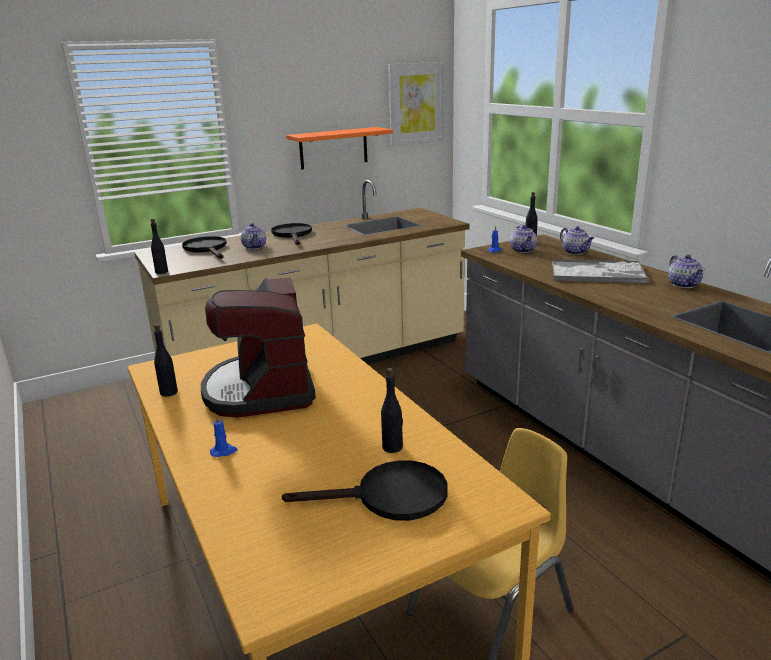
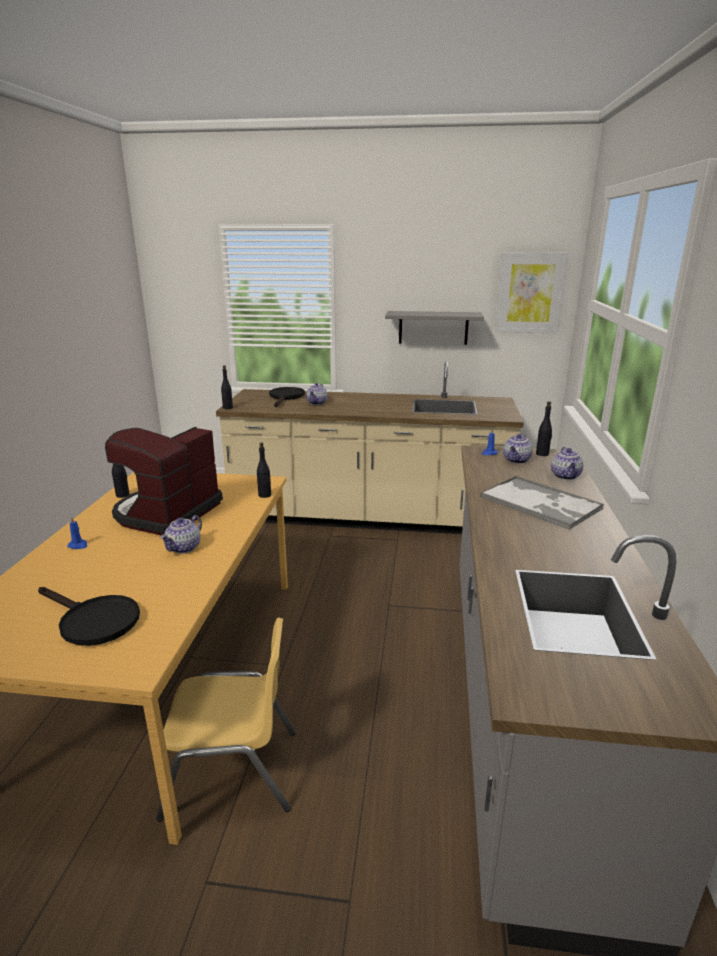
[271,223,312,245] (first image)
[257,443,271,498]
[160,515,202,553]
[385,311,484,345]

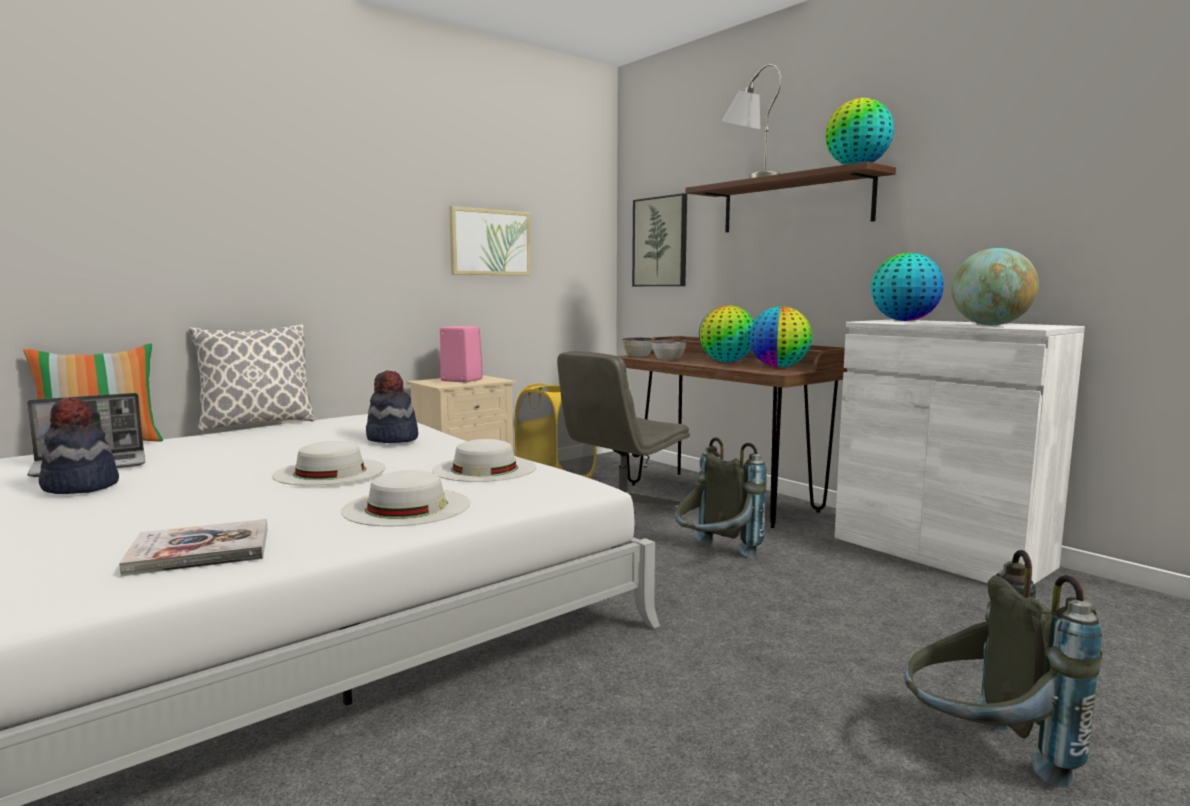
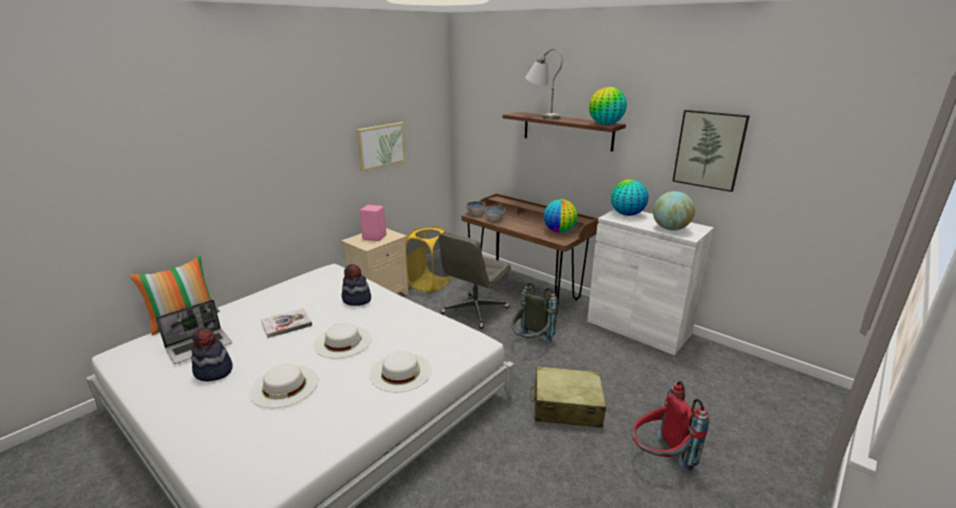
[189,324,315,433] (first image)
[699,305,754,362] (first image)
[530,366,606,428]
[261,308,312,338]
[249,364,318,408]
[673,110,750,192]
[632,381,709,472]

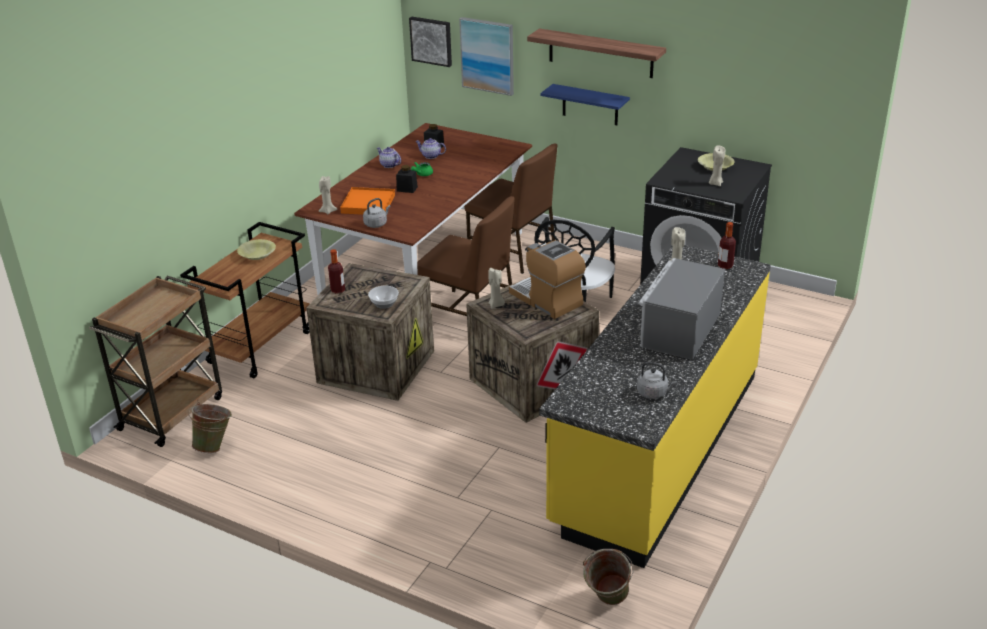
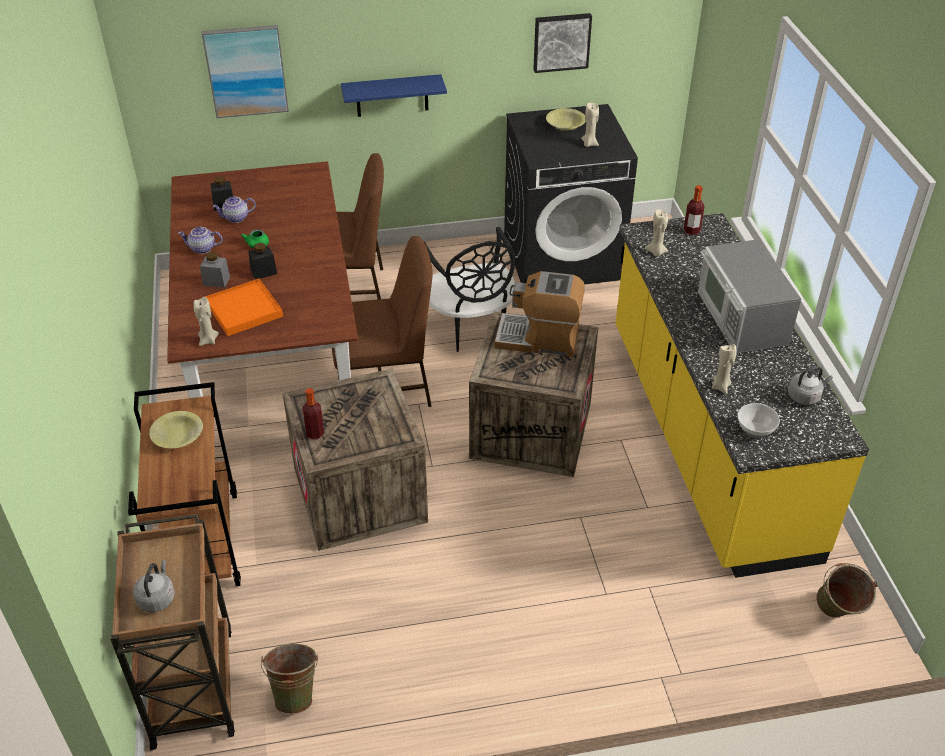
[527,28,666,78] (first image)
[200,252,230,288]
[133,560,175,612]
[737,403,780,438]
[533,13,592,73]
[712,344,737,394]

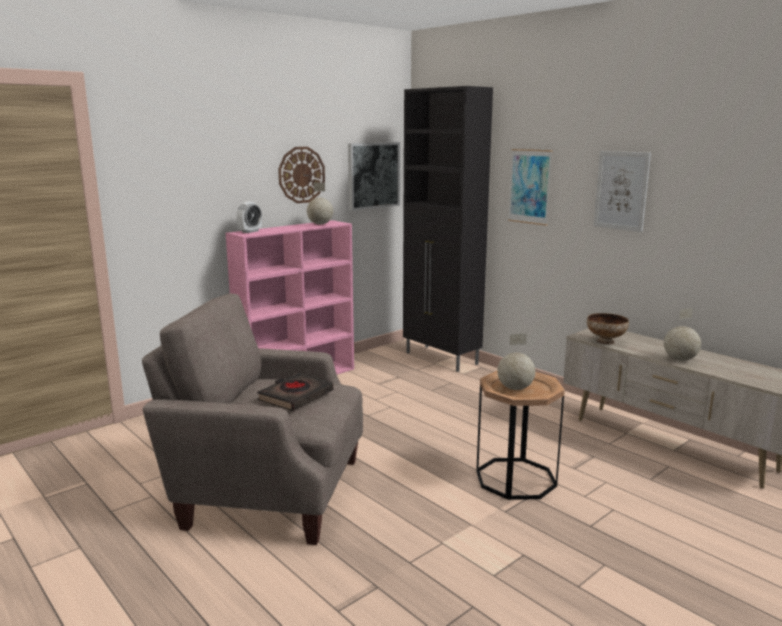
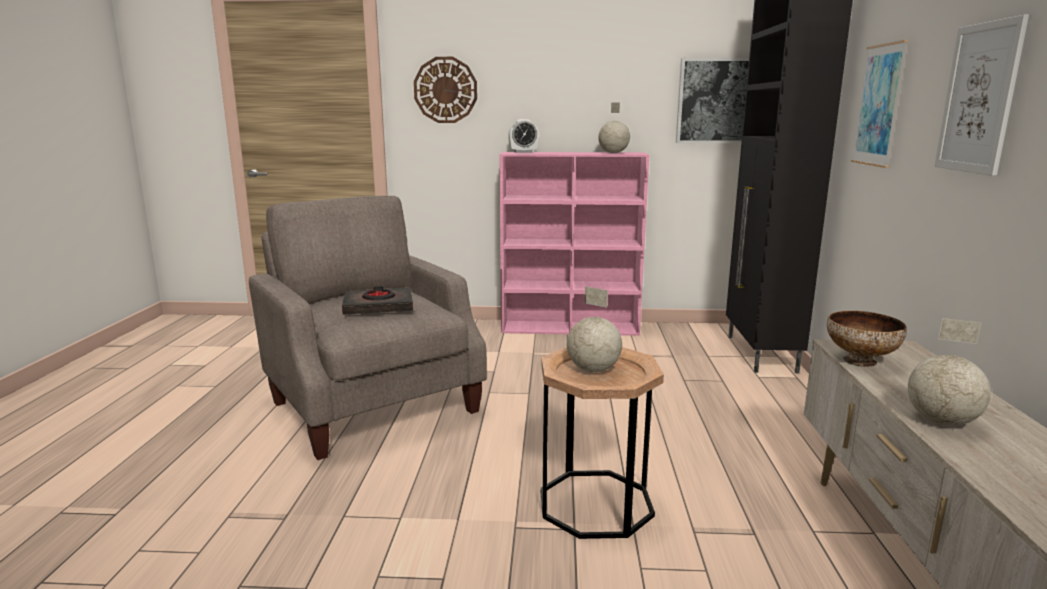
[414,57,477,123]

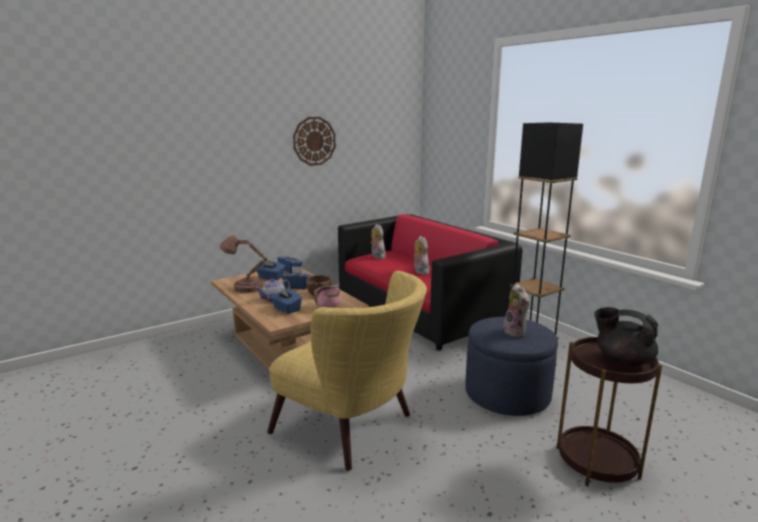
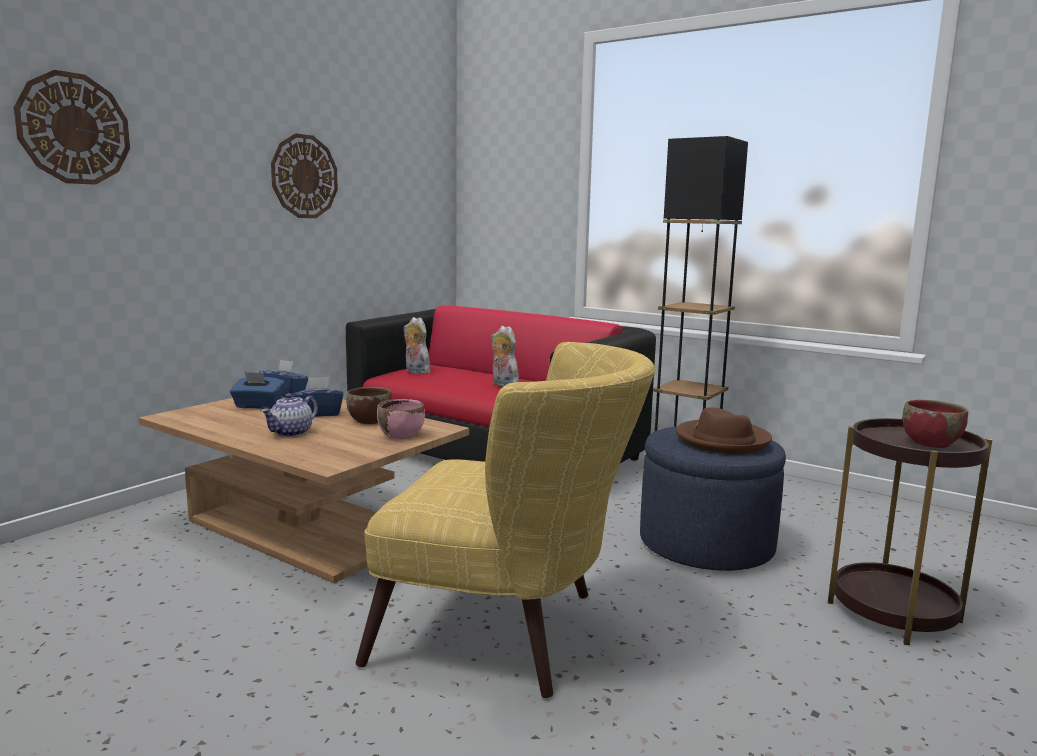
[220,235,267,293] (first image)
[271,288,302,314] (first image)
[14,70,130,185]
[676,407,772,454]
[902,400,968,448]

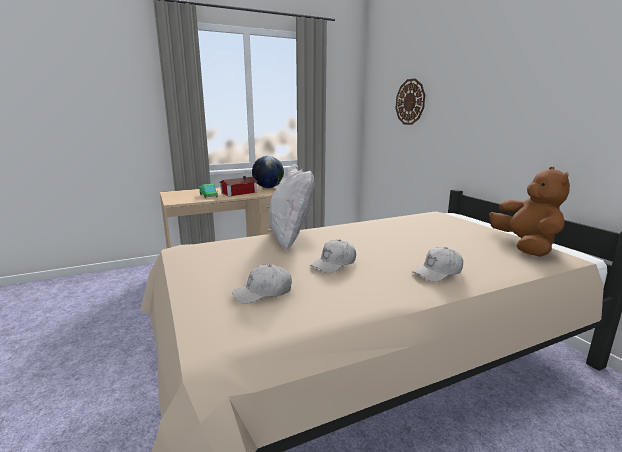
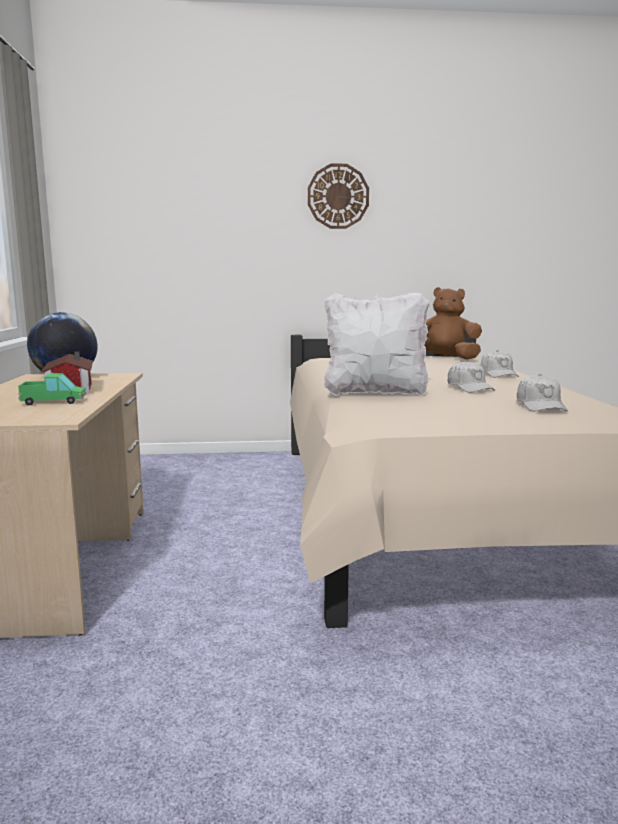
[308,163,369,229]

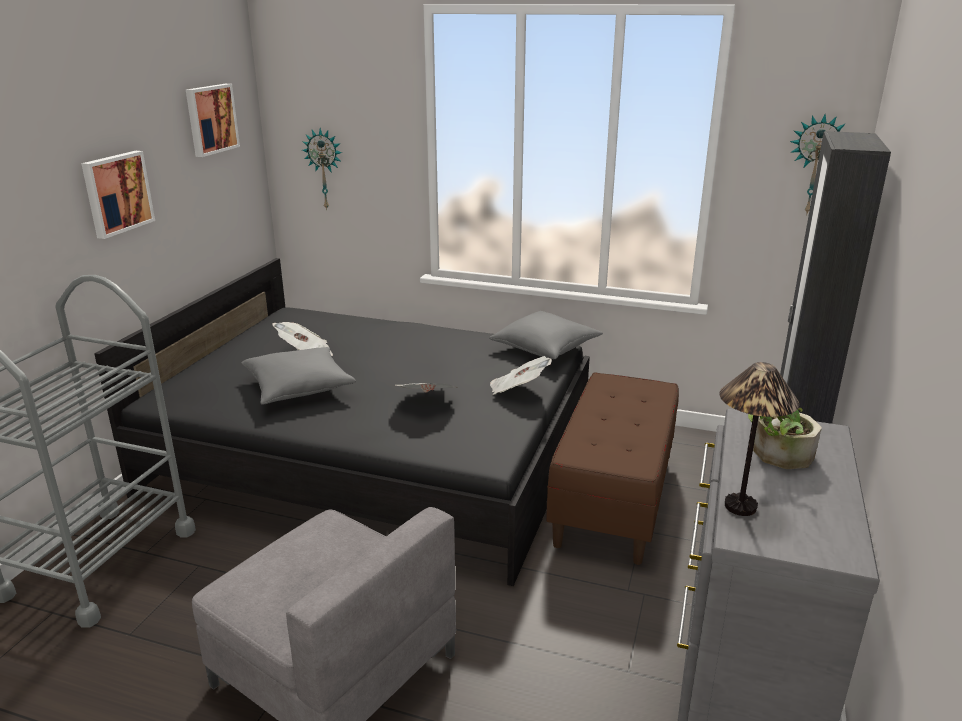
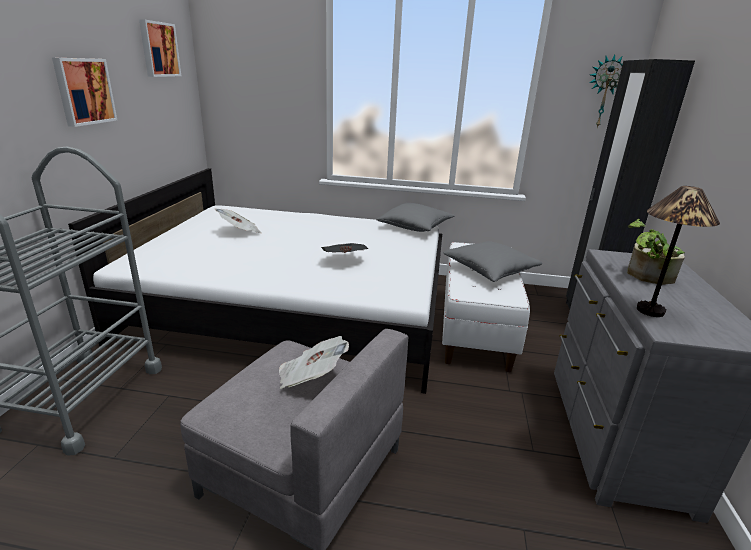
[302,128,342,211] (first image)
[443,241,542,282]
[279,336,349,389]
[68,168,442,394]
[442,242,530,372]

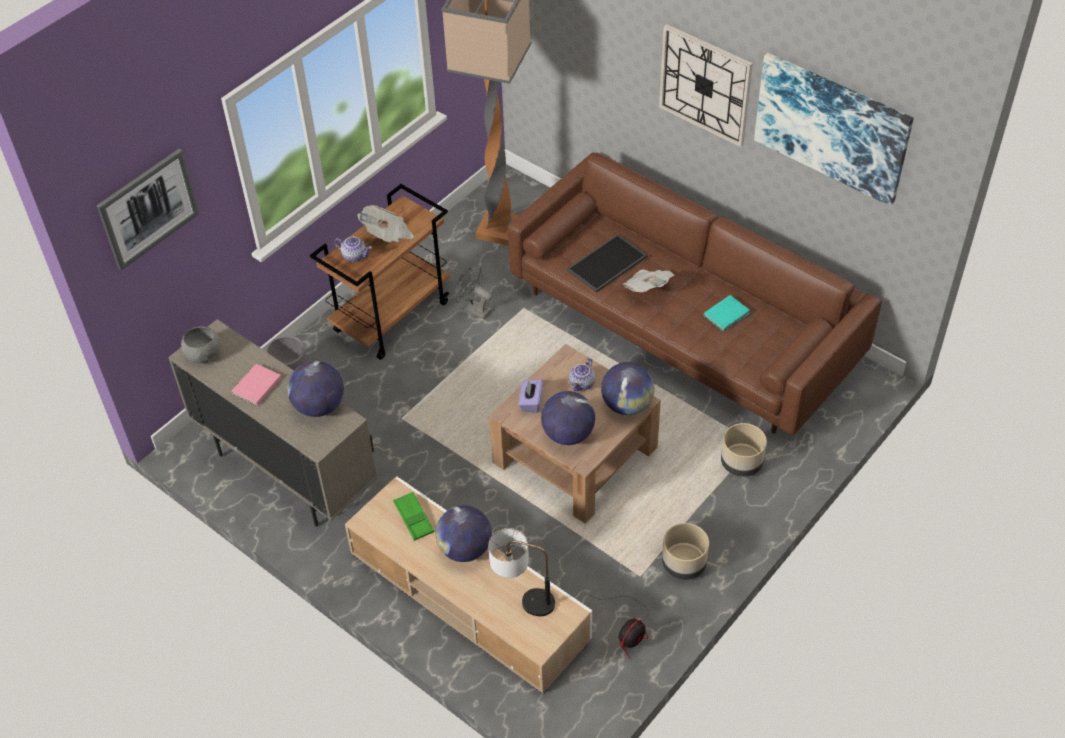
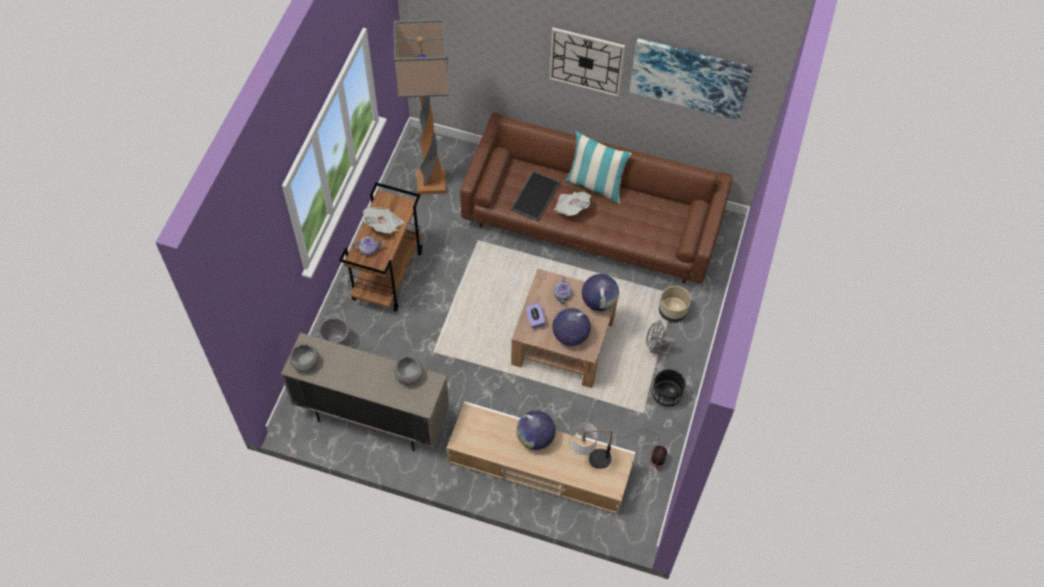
[96,149,199,270] (first image)
[231,364,282,406] (first image)
[393,492,434,541] (first image)
[704,295,750,332] (first image)
[566,131,632,204]
[646,320,677,356]
[394,357,423,386]
[652,369,685,407]

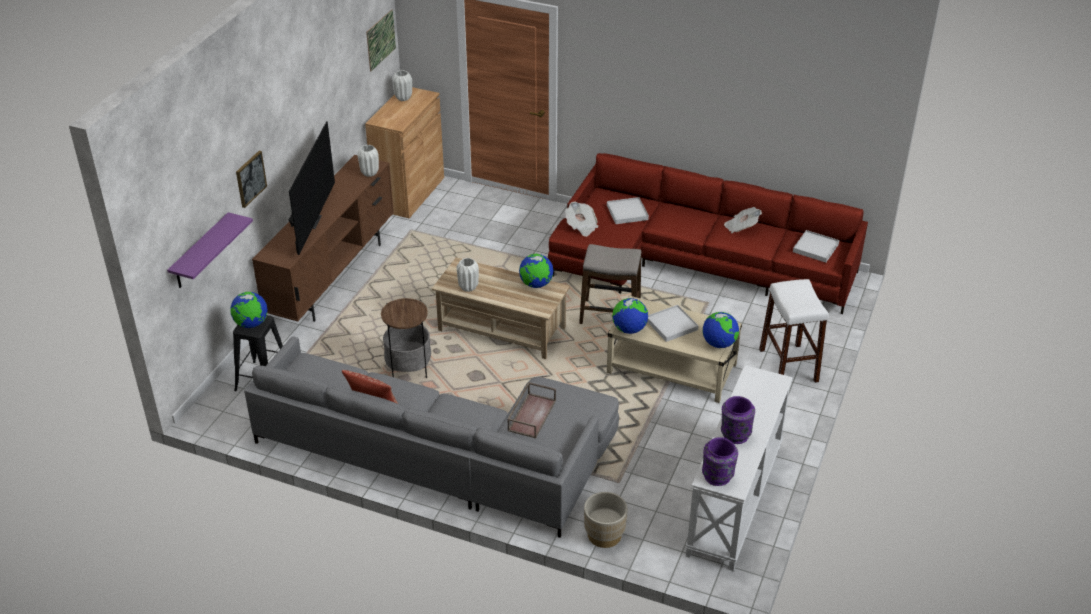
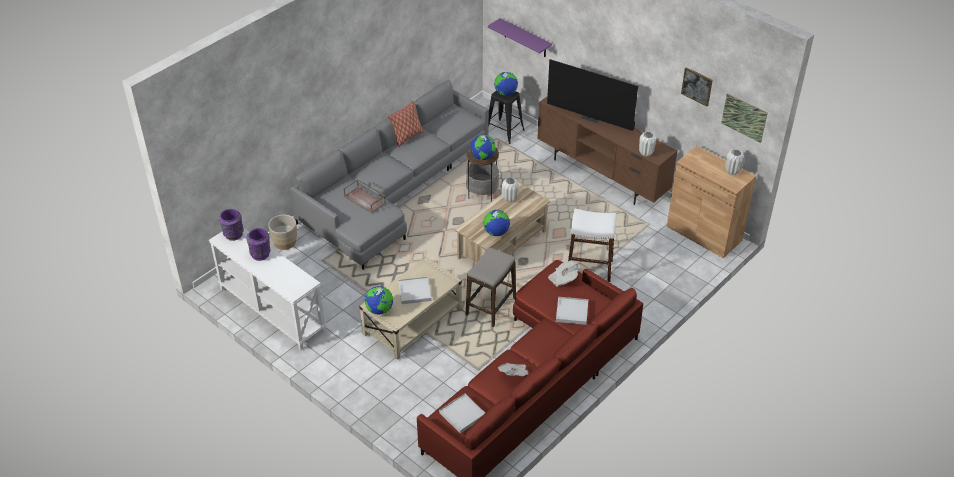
[681,67,713,106]
[470,135,496,160]
[568,209,616,282]

